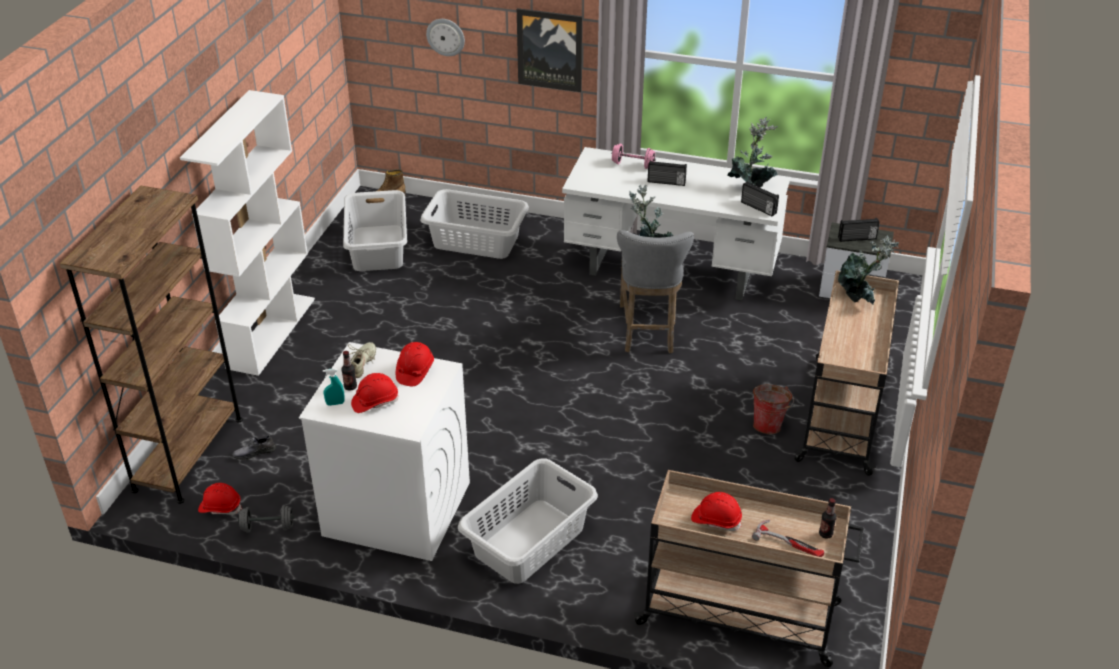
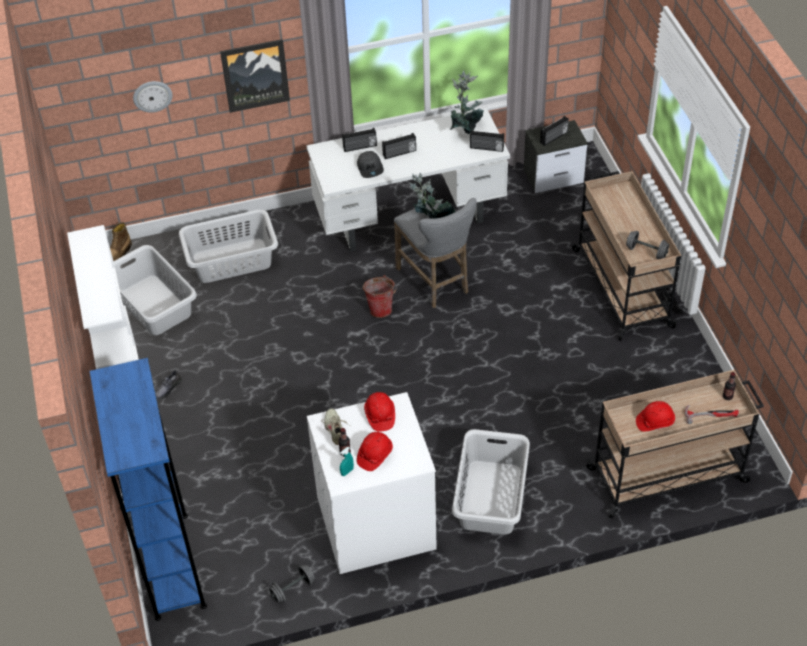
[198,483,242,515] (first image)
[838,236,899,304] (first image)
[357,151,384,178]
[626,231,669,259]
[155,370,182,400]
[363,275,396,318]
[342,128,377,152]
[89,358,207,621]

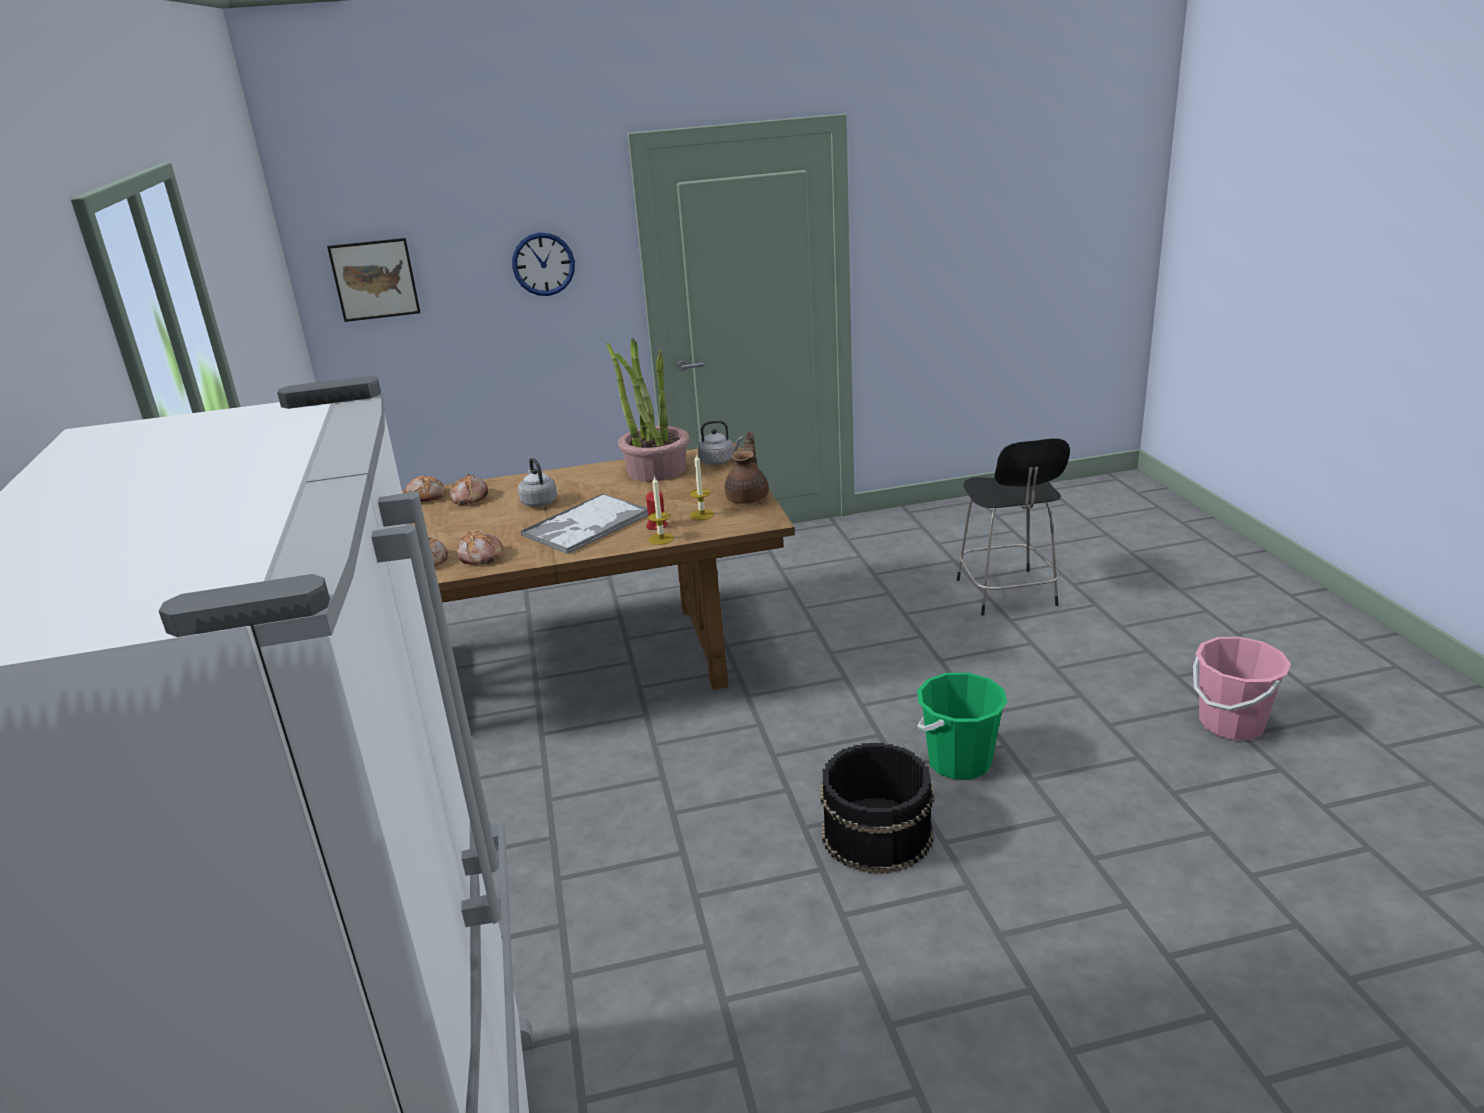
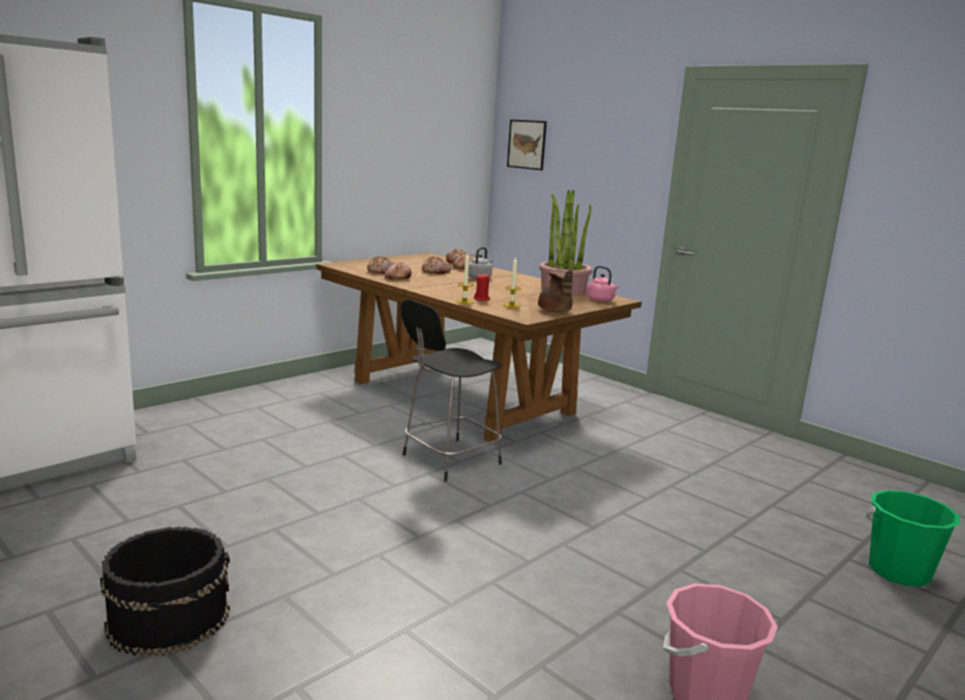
[512,232,575,296] (first image)
[521,493,648,554] (first image)
[422,256,451,274]
[100,527,230,657]
[866,490,960,587]
[401,299,502,481]
[587,266,619,302]
[538,270,573,312]

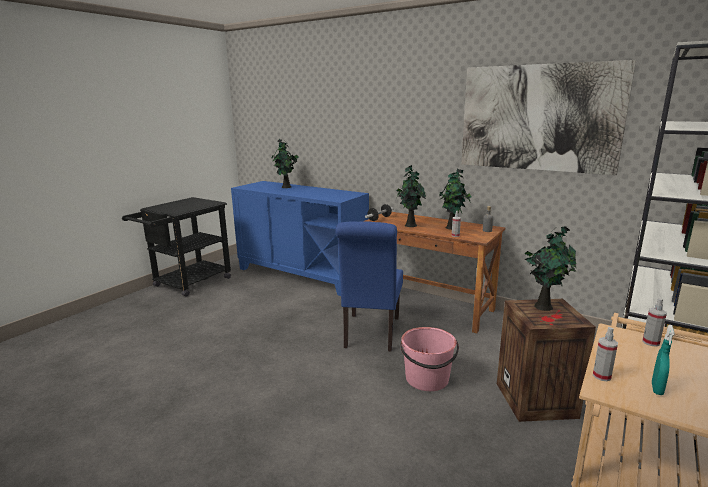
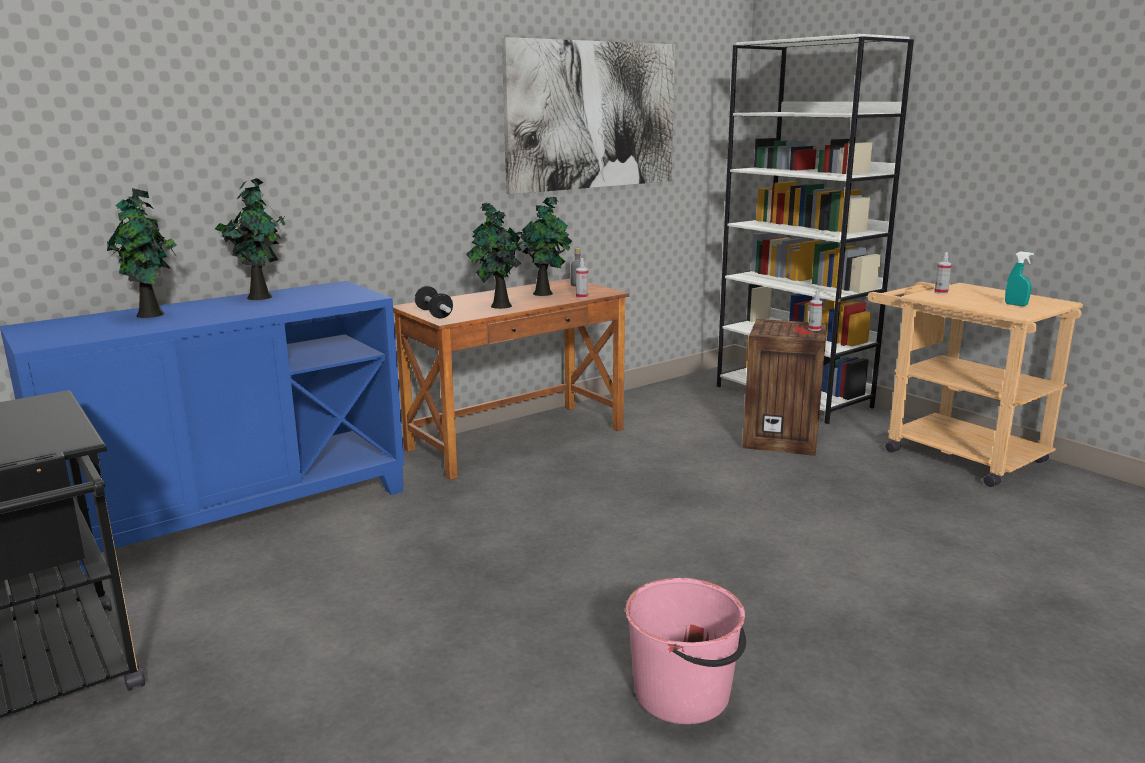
[335,221,403,352] (first image)
[625,578,746,724]
[215,178,285,300]
[808,291,823,331]

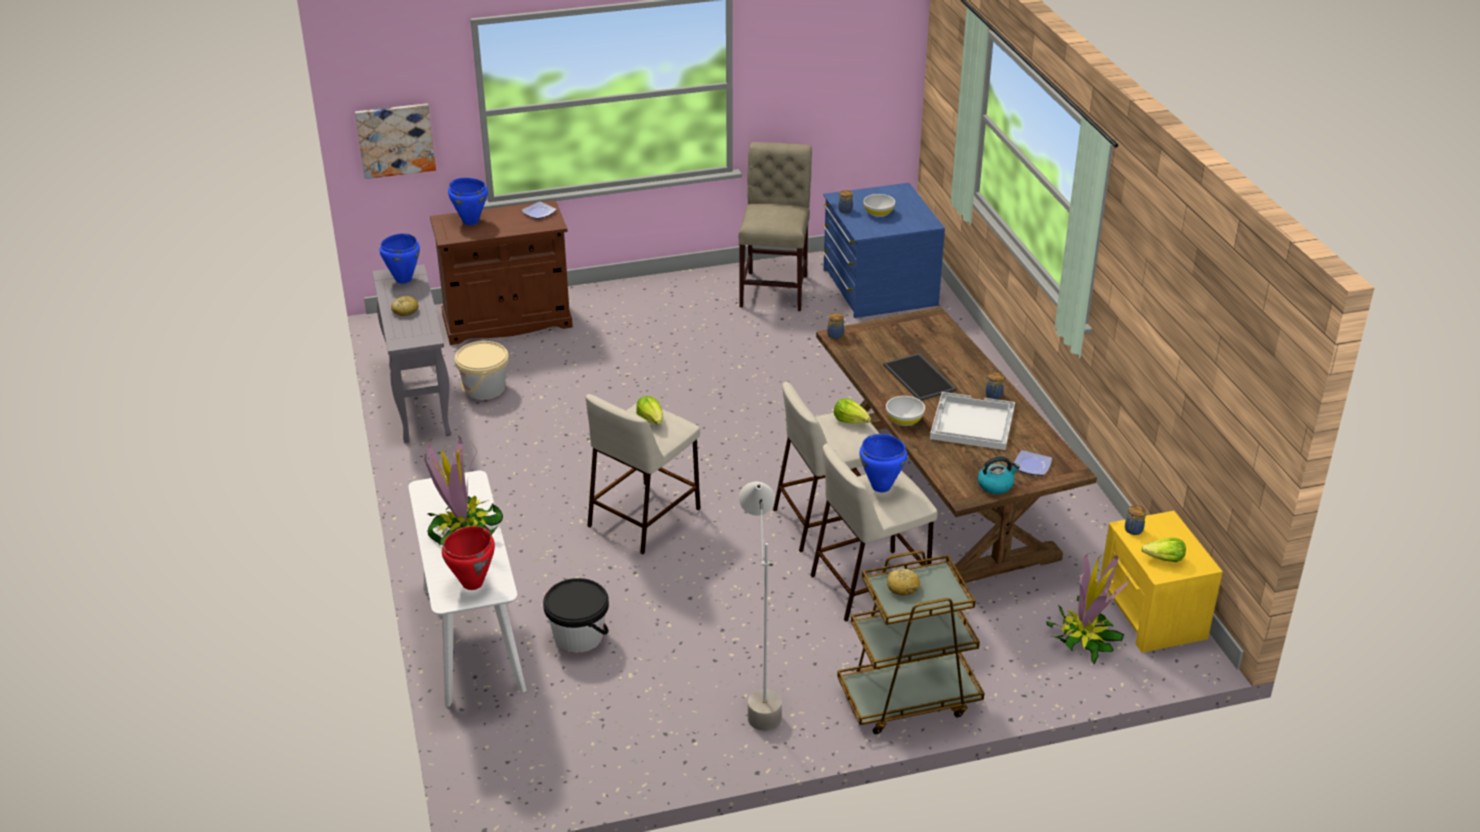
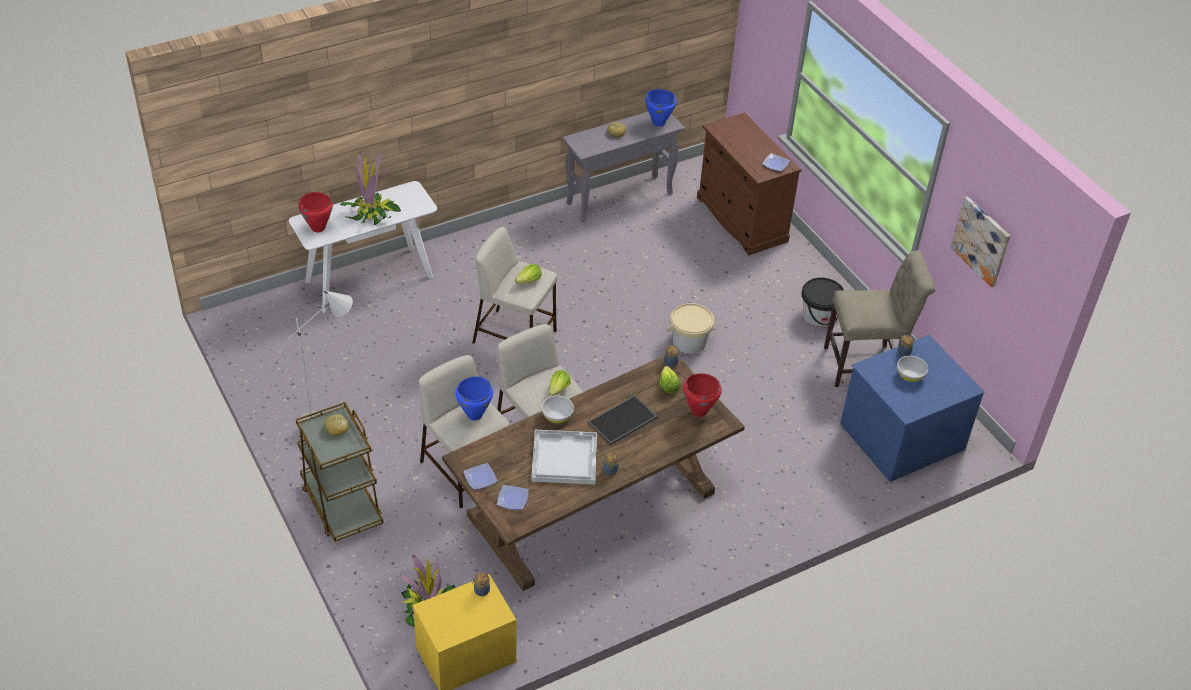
[448,178,488,225] (first image)
[683,373,722,417]
[950,196,1010,287]
[667,303,714,354]
[801,277,844,327]
[660,366,680,394]
[463,463,497,490]

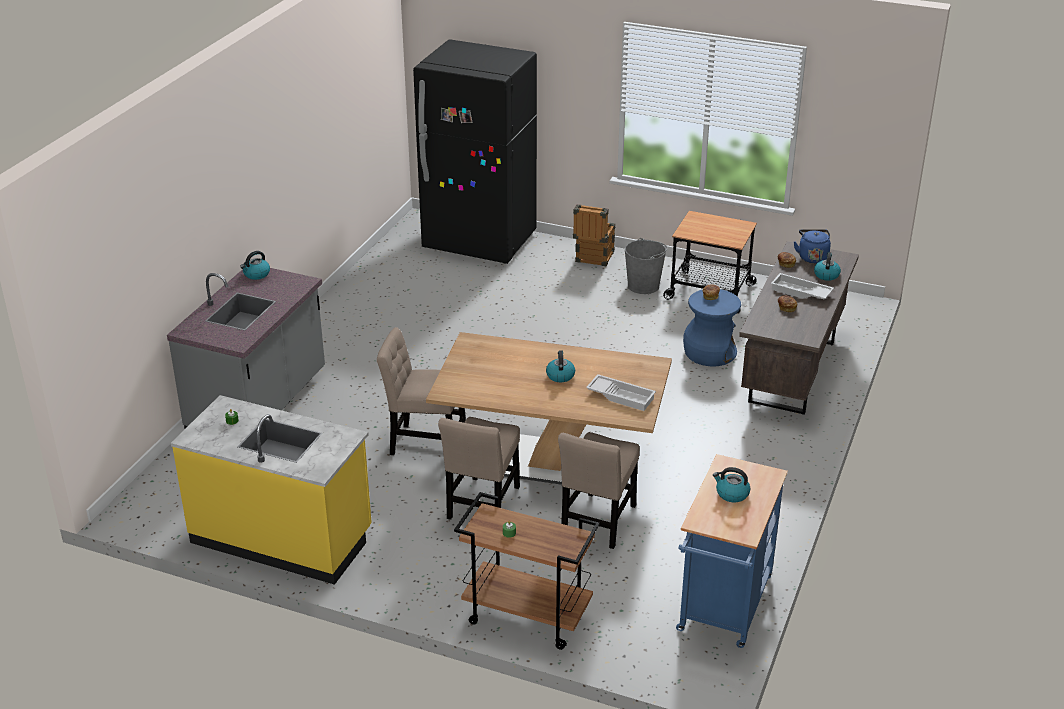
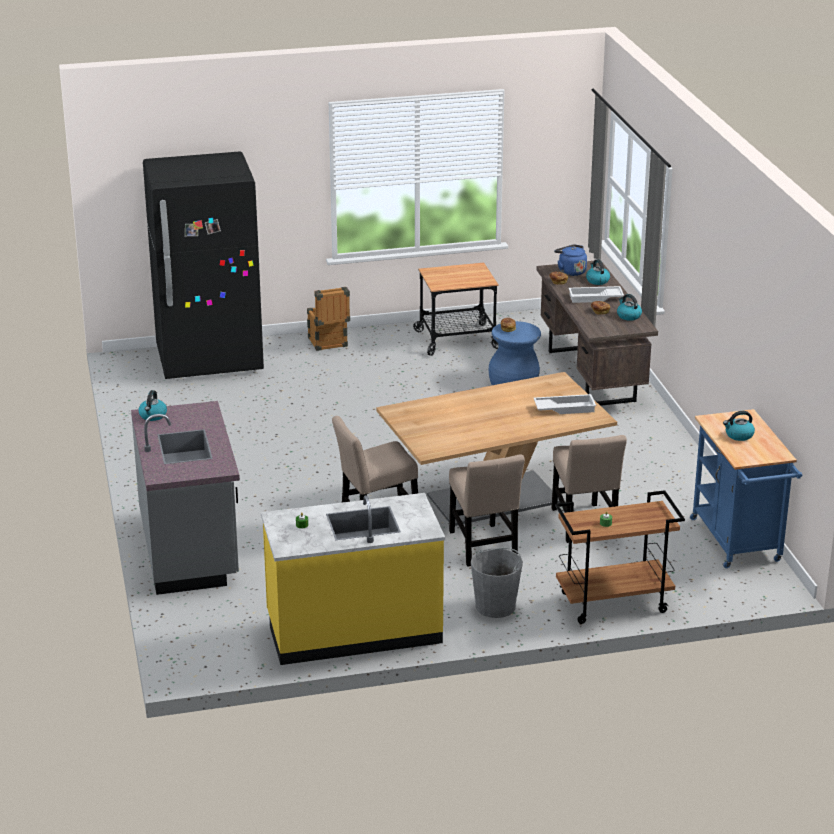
[617,294,642,321]
[471,548,523,618]

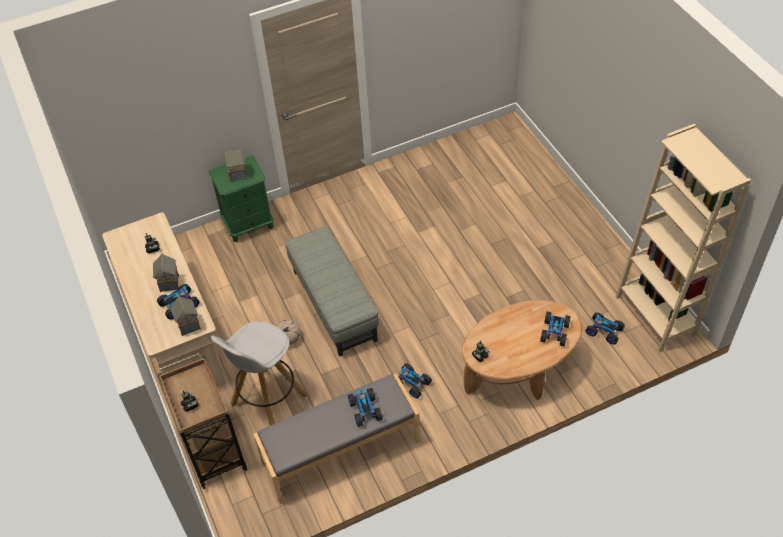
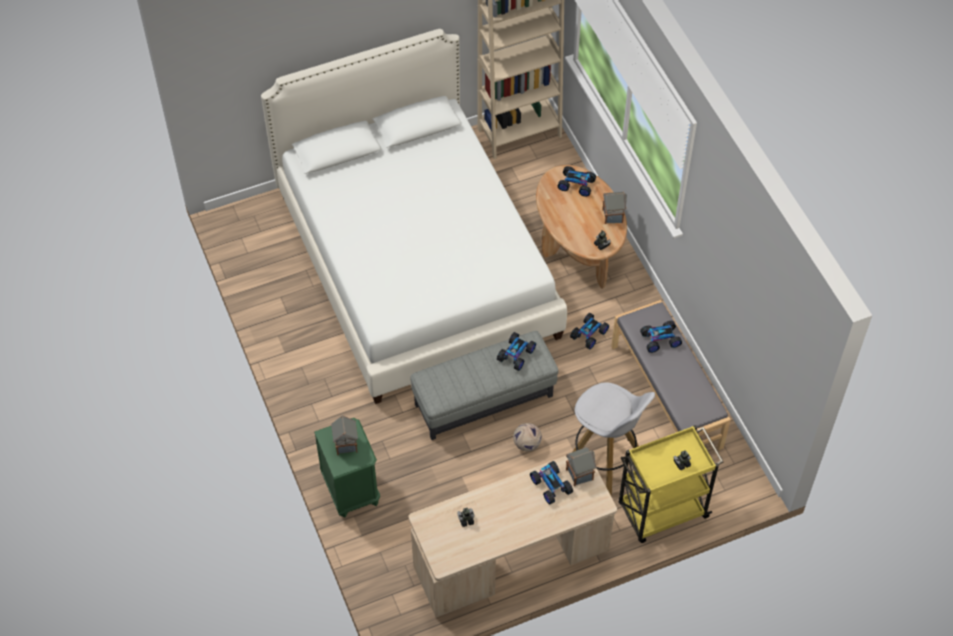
[261,29,567,404]
[602,192,627,224]
[497,332,536,371]
[619,425,723,543]

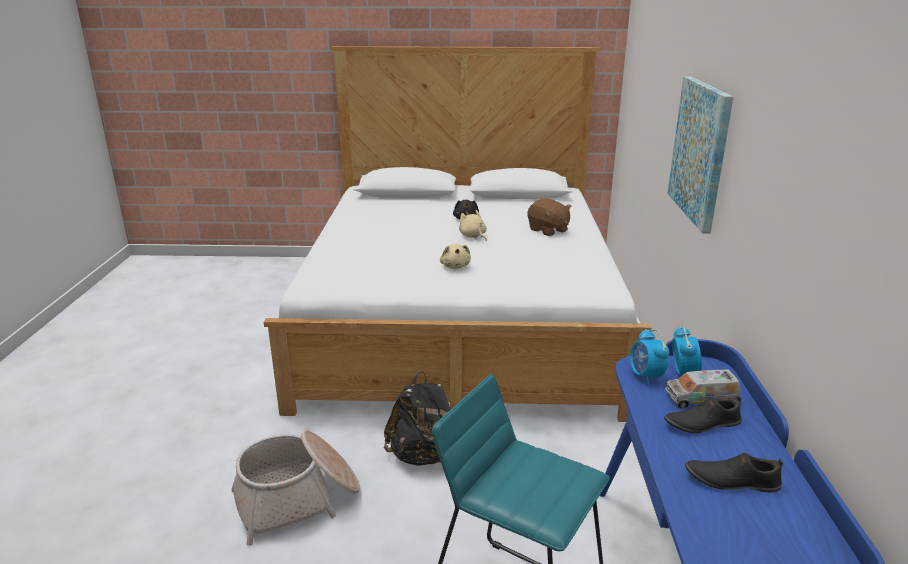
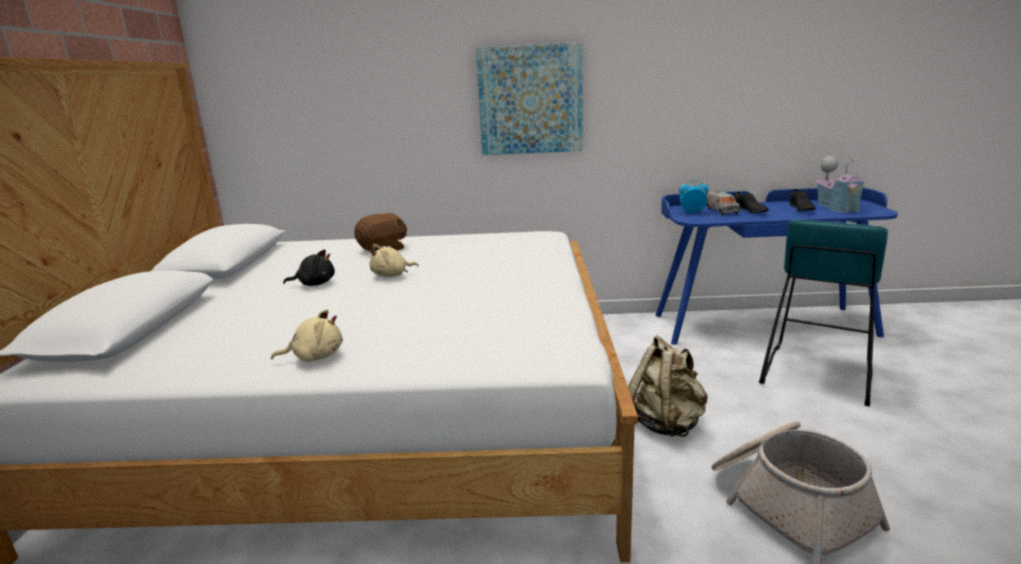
[630,329,669,385] (first image)
[815,156,867,213]
[271,309,343,362]
[628,336,708,437]

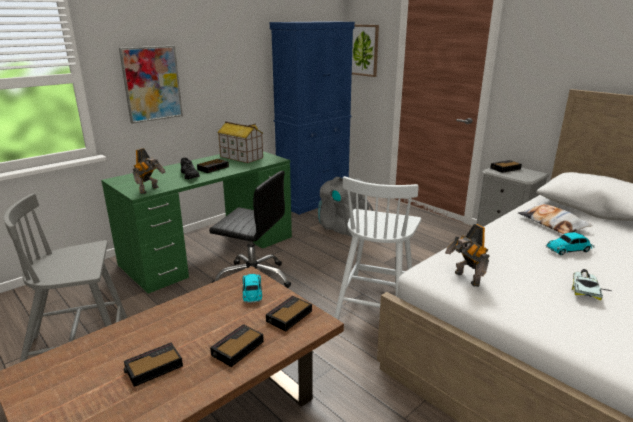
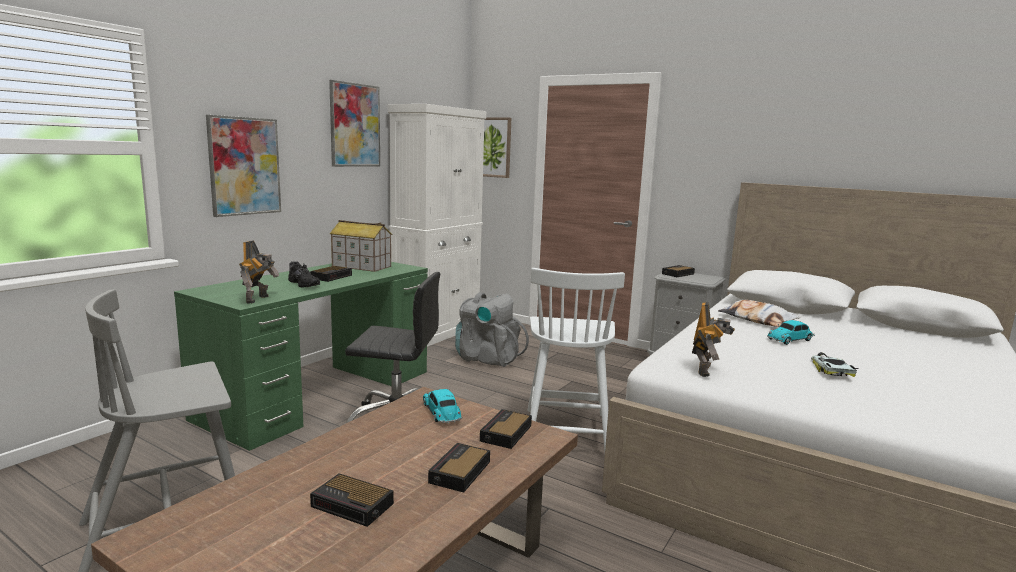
[329,80,380,167]
[387,104,486,347]
[310,474,394,527]
[692,302,735,377]

